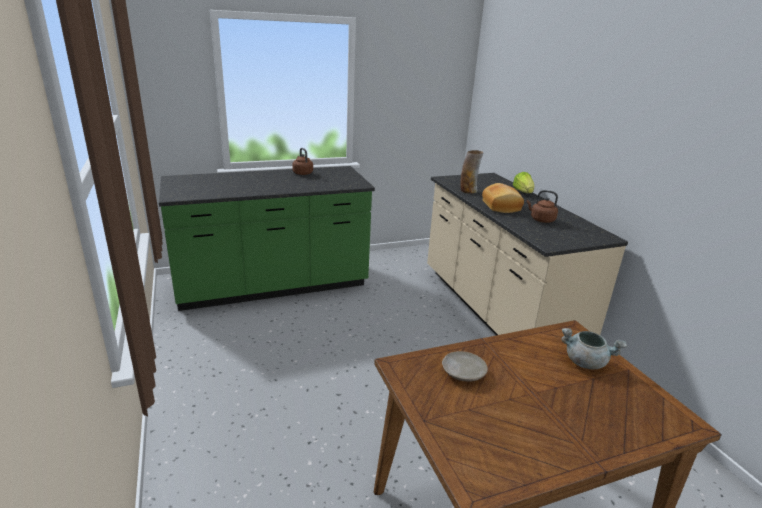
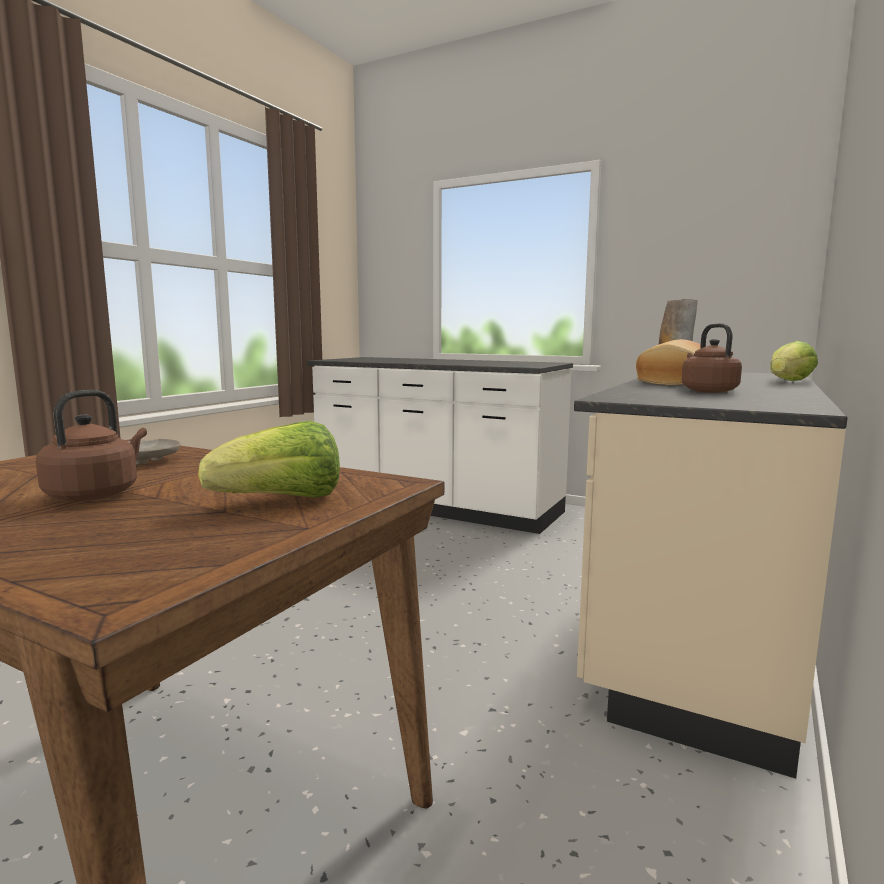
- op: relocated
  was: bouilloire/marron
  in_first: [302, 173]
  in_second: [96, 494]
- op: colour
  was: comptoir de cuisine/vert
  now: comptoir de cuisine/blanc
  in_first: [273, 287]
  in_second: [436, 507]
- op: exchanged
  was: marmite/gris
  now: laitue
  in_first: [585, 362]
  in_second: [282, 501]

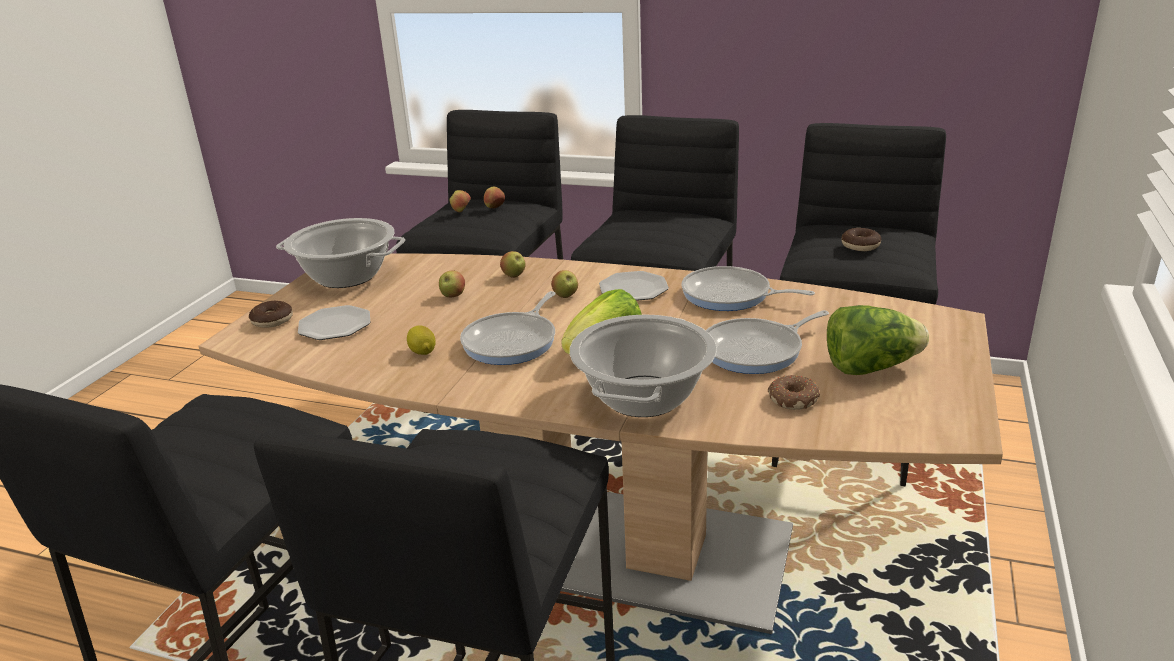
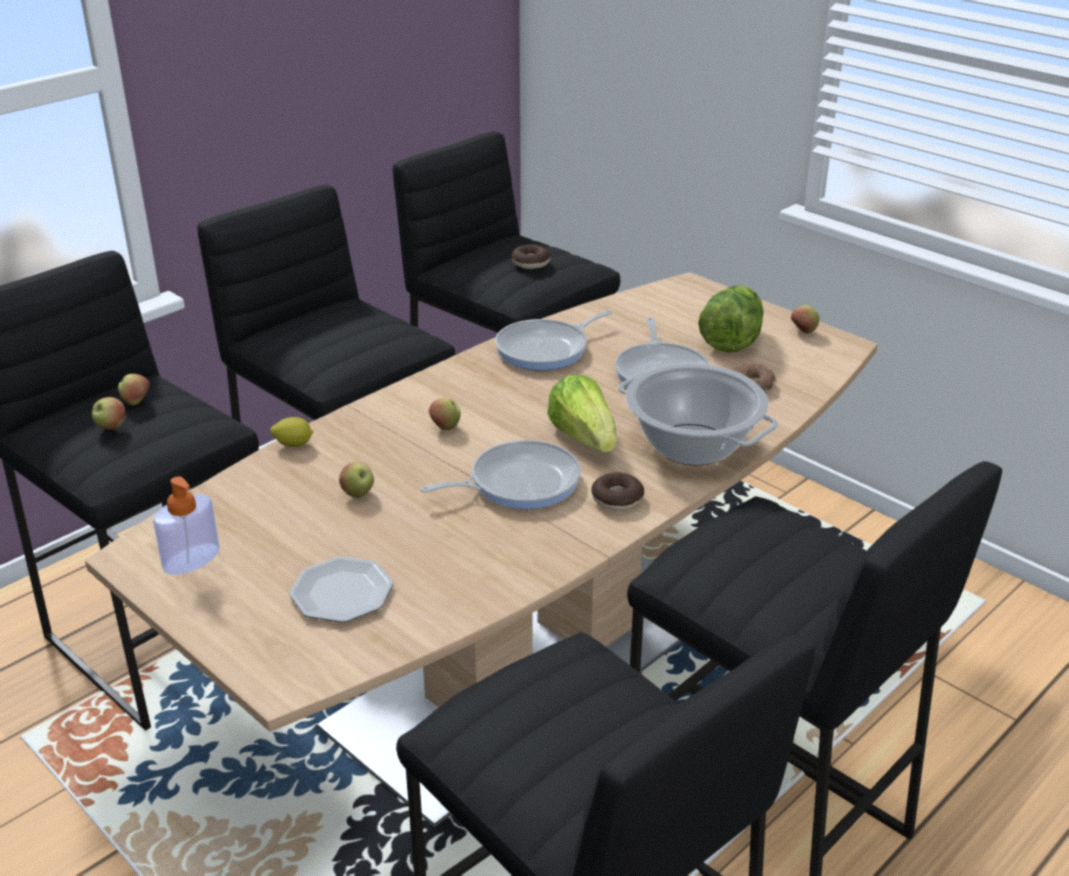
- op: exchanged
  was: marmite
  now: distributeur de savon
  in_first: [347, 276]
  in_second: [191, 559]
- op: relocated
  was: pomme
  in_first: [514, 276]
  in_second: [803, 332]
- op: missing
  was: assiette
  in_first: [633, 289]
- op: spun
  was: poêle
  in_first: [513, 342]
  in_second: [518, 483]
  clockwise: -75
- op: relocated
  was: beignet
  in_first: [272, 320]
  in_second: [617, 499]
- op: relocated
  was: citron
  in_first: [422, 352]
  in_second: [293, 444]

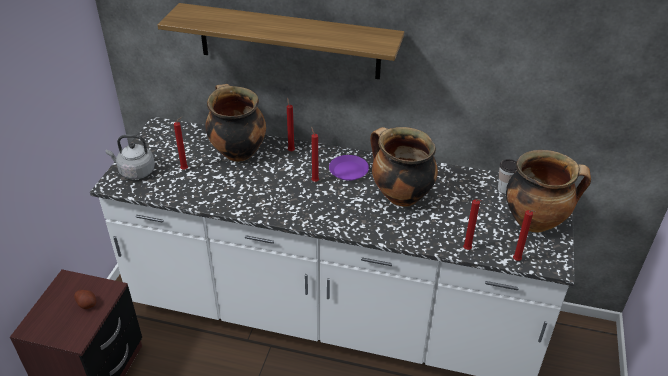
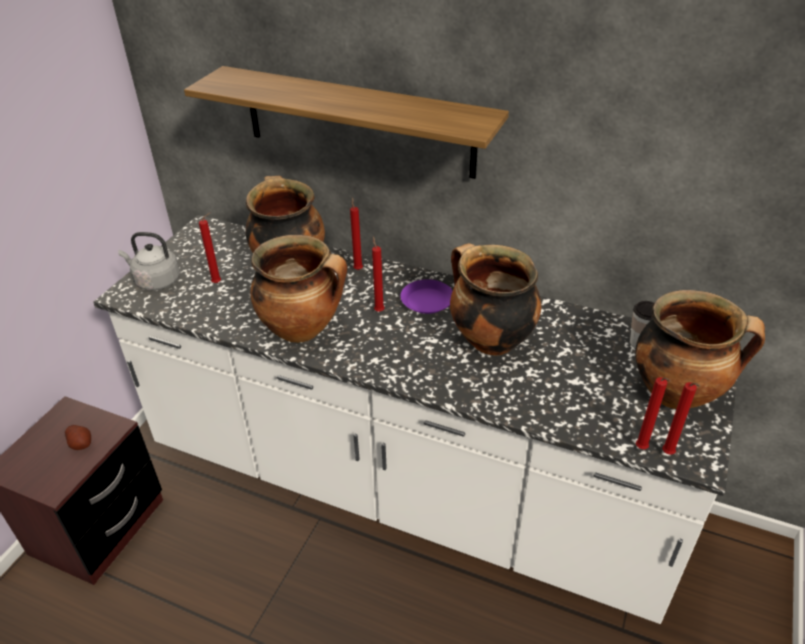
- op: relocated
  was: bougie/rouge
  in_first: [467, 250]
  in_second: [668, 455]
- op: appeared
  now: marmite
  in_second: [303, 329]

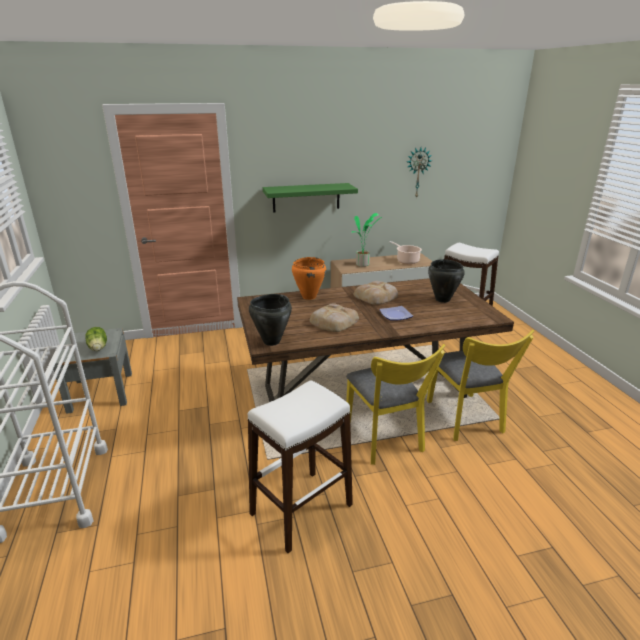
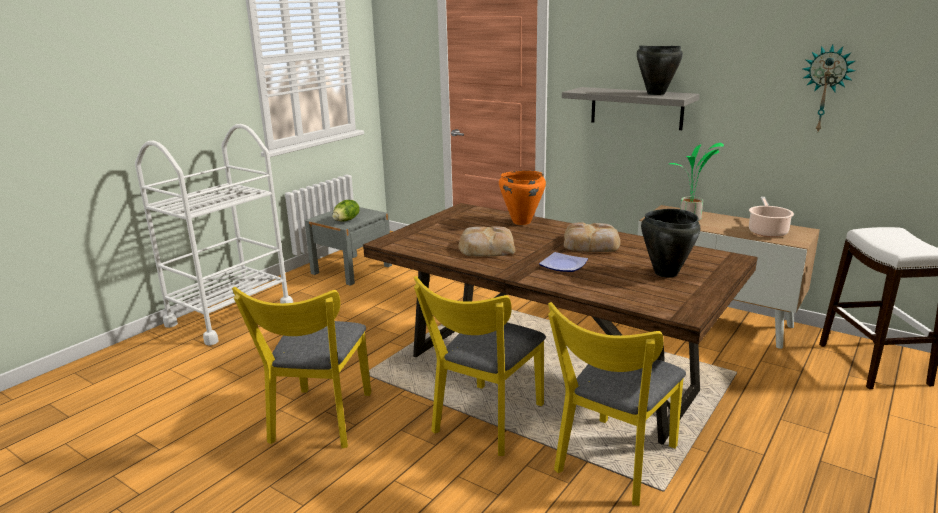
- op: colour
  was: étagère/vert
  now: étagère/gris
  in_first: [306, 197]
  in_second: [636, 108]
- op: relocated
  was: marmite/noir
  in_first: [271, 341]
  in_second: [655, 93]
- op: exchanged
  was: tabouret/blanc
  now: chaise/jaune
  in_first: [301, 510]
  in_second: [319, 422]

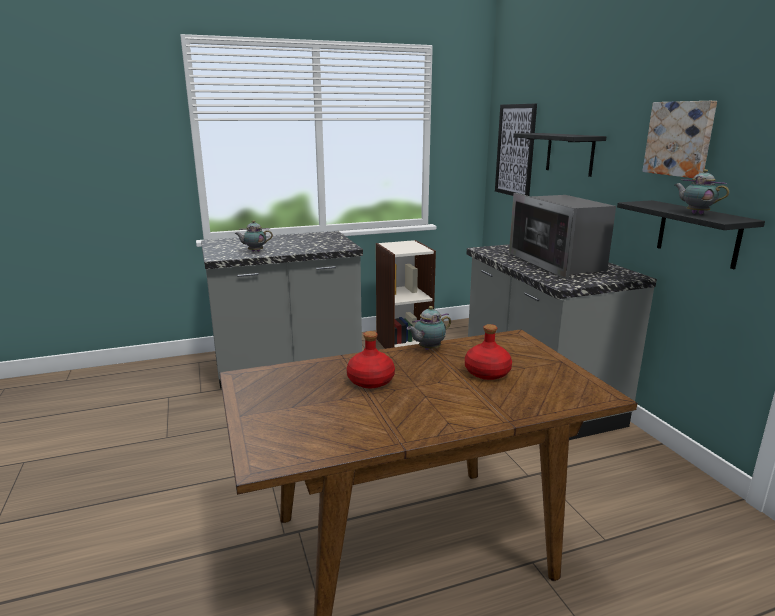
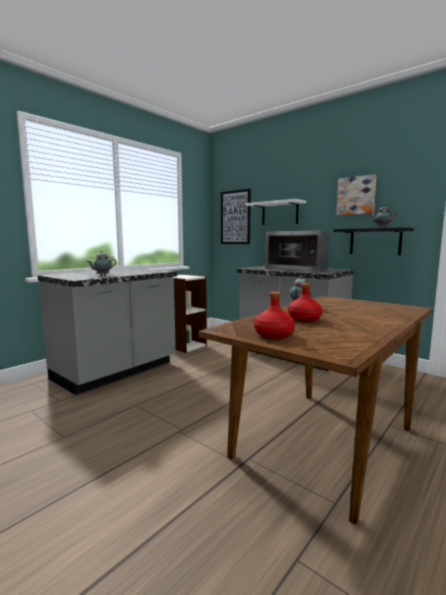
- op: colour
  was: étagère/noir
  now: étagère/blanc
  in_first: [569, 154]
  in_second: [280, 213]
- op: relocated
  was: bouteille/rouge
  in_first: [487, 373]
  in_second: [274, 335]

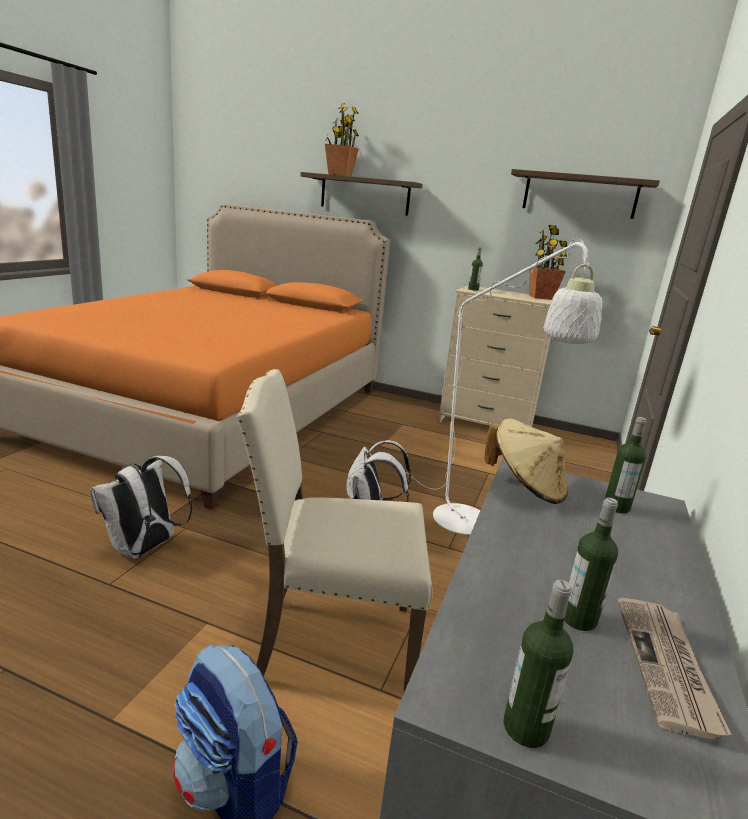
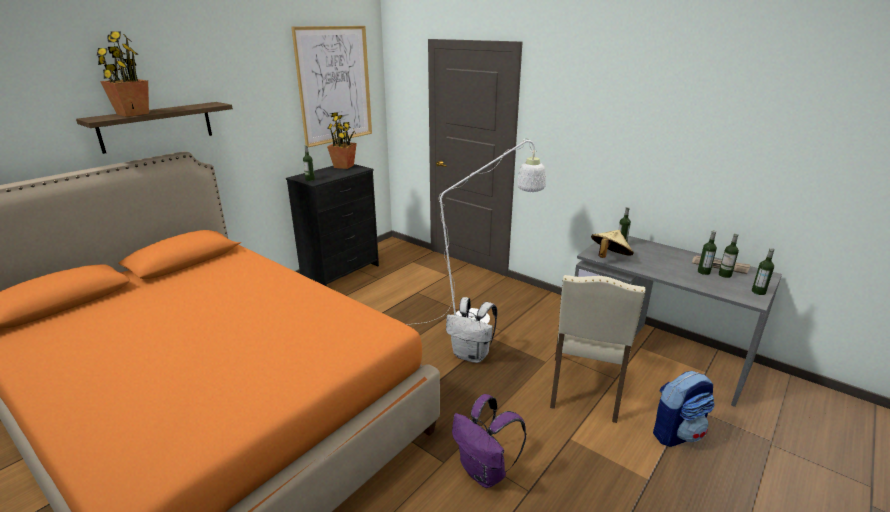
- op: exchanged
  was: étagère
  now: tableau
  in_first: [580, 195]
  in_second: [334, 85]
- op: colour
  was: commode/beige
  now: commode/noir
  in_first: [485, 424]
  in_second: [341, 272]
- op: colour
  was: sac à dos/blanc
  now: sac à dos/violet
  in_first: [144, 549]
  in_second: [485, 472]
- op: appeared
  now: bouteille
  in_second: [724, 275]

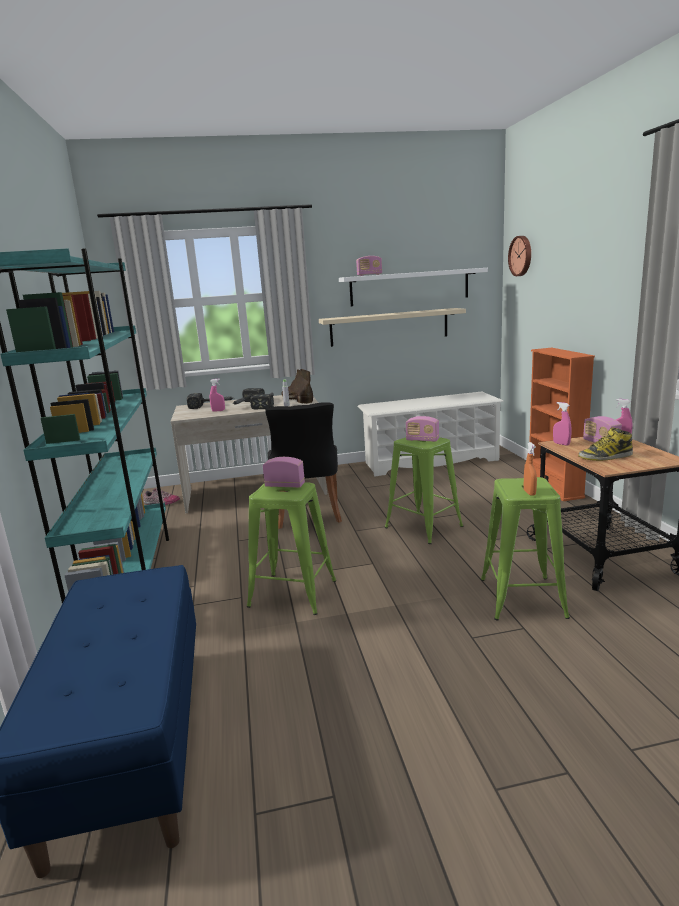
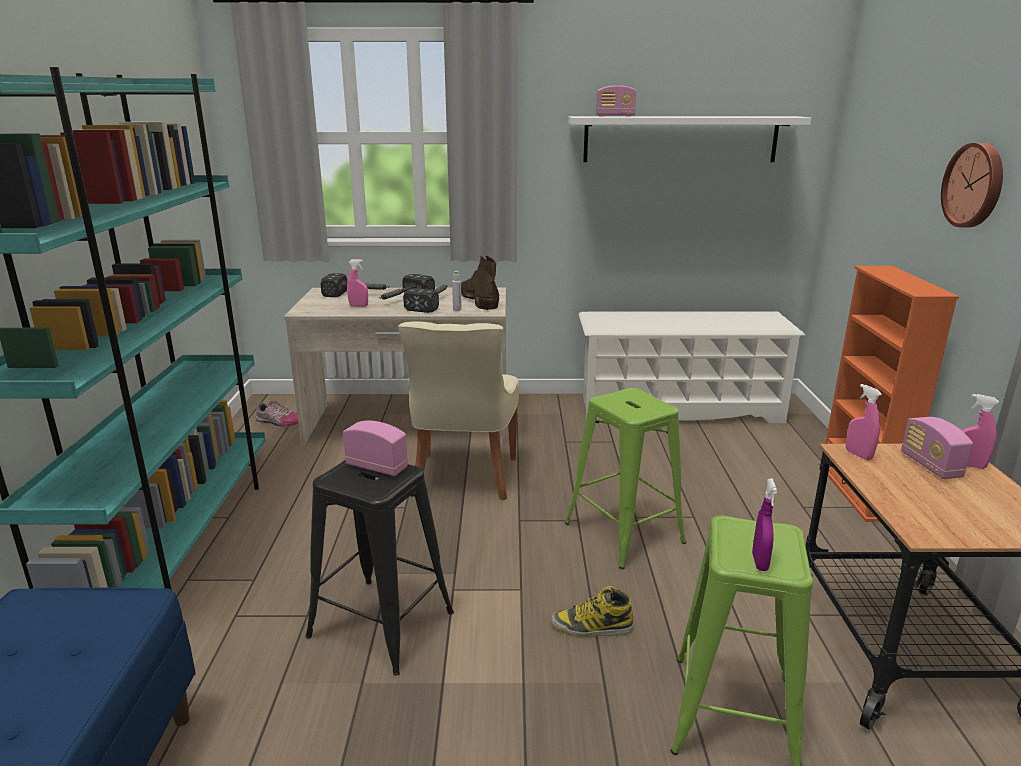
- op: relocated
  was: horloge murale
  in_first: [521, 256]
  in_second: [975, 185]
- op: missing
  was: étagère/beige
  in_first: [389, 327]
- op: colour
  was: chaise/noir
  now: chaise/beige
  in_first: [308, 515]
  in_second: [463, 478]
- op: missing
  was: radio
  in_first: [422, 440]
- op: relocated
  was: botte
  in_first: [605, 457]
  in_second: [591, 627]
- op: colour
  was: vaporisateur/orange
  now: vaporisateur/violet
  in_first: [529, 493]
  in_second: [759, 562]
- op: colour
  was: tabouret/vert
  now: tabouret/noir
  in_first: [293, 593]
  in_second: [382, 625]

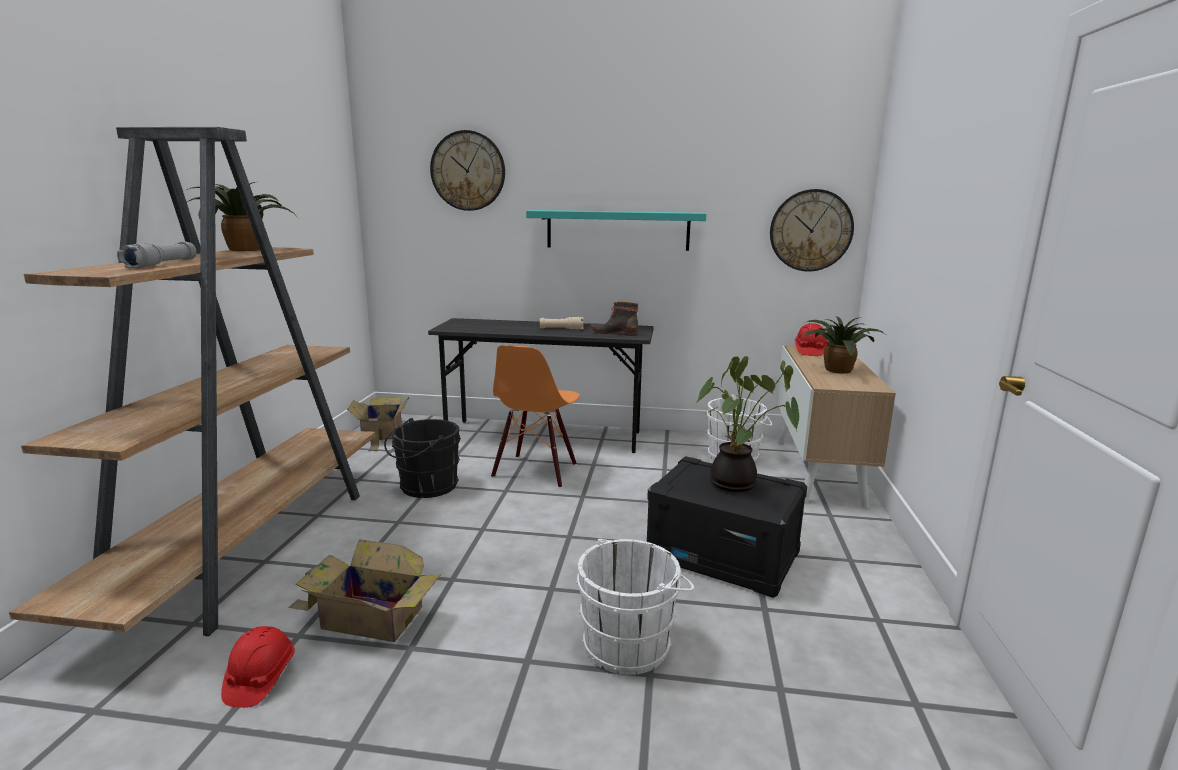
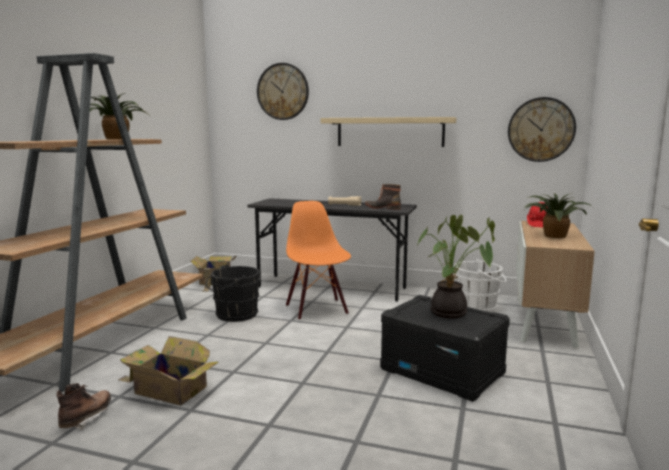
- op: colour
  was: étagère/turquoise
  now: étagère/beige
  in_first: [617, 230]
  in_second: [390, 132]
- op: missing
  was: lampe de poche/gris
  in_first: [162, 264]
- op: spun
  was: chaise/orange
  in_first: [536, 471]
  in_second: [317, 309]
  clockwise: 135
- op: missing
  was: seau/blanc
  in_first: [631, 643]
- op: exchanged
  was: casque de chantier/rouge
  now: botte/marron
  in_first: [260, 679]
  in_second: [86, 419]

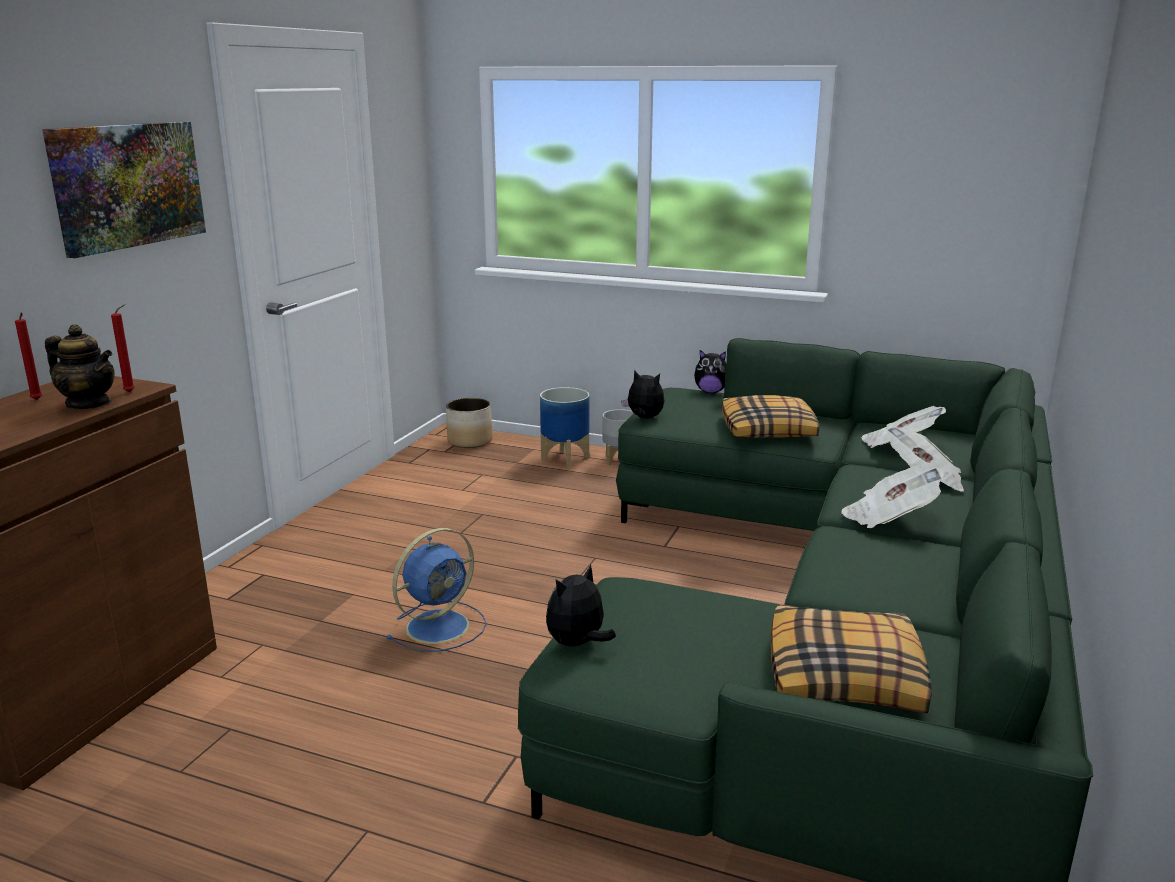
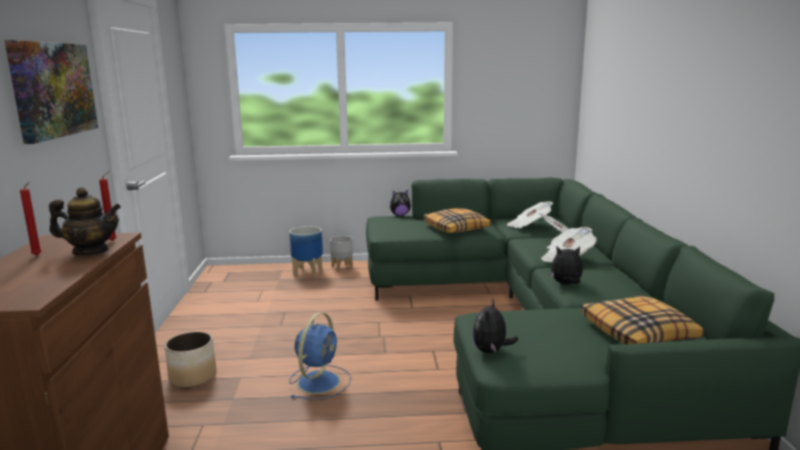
- op: relocated
  was: peluche
  in_first: [644, 418]
  in_second: [566, 284]
- op: relocated
  was: cache-pot
  in_first: [470, 441]
  in_second: [193, 377]

